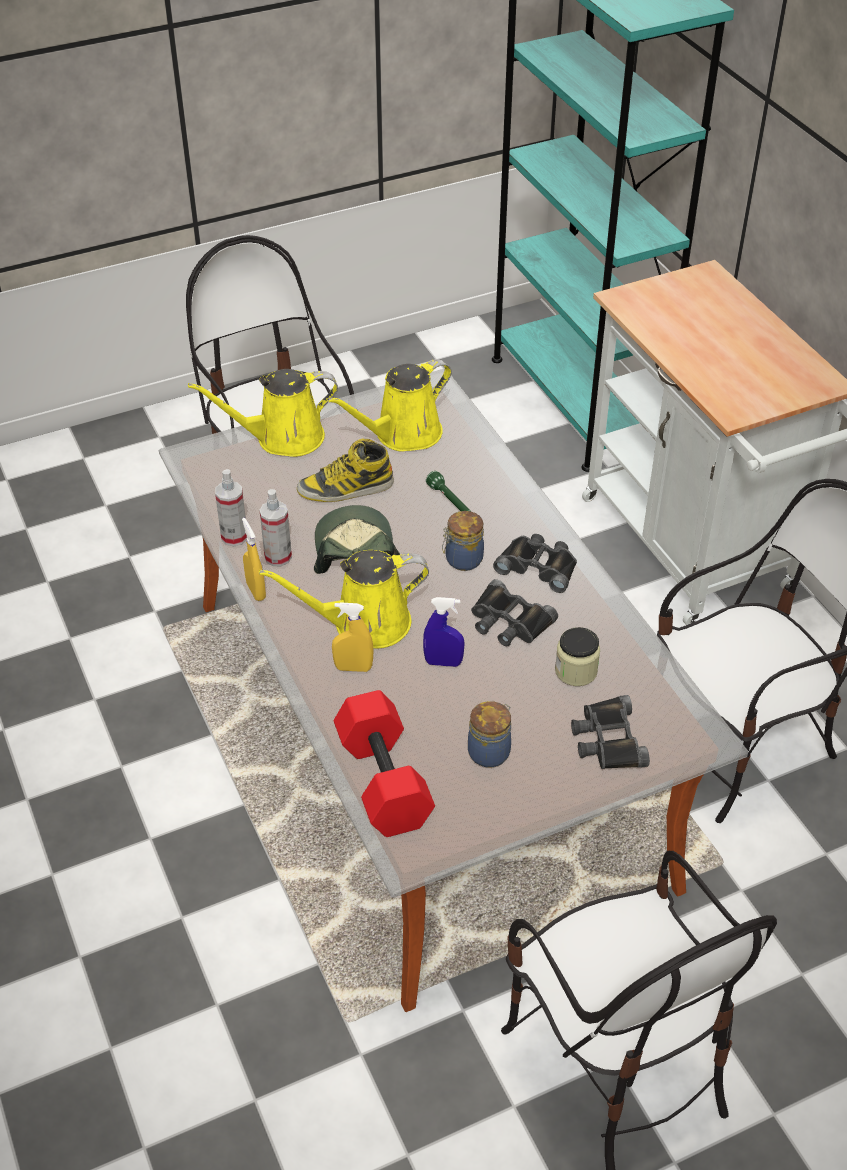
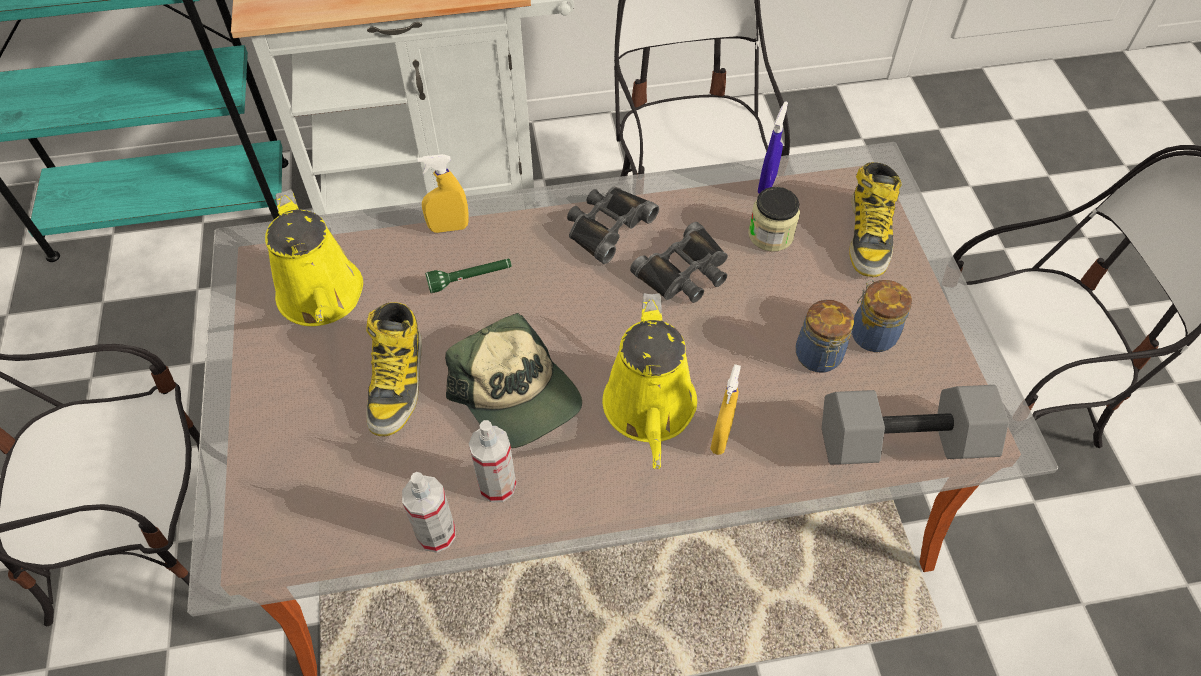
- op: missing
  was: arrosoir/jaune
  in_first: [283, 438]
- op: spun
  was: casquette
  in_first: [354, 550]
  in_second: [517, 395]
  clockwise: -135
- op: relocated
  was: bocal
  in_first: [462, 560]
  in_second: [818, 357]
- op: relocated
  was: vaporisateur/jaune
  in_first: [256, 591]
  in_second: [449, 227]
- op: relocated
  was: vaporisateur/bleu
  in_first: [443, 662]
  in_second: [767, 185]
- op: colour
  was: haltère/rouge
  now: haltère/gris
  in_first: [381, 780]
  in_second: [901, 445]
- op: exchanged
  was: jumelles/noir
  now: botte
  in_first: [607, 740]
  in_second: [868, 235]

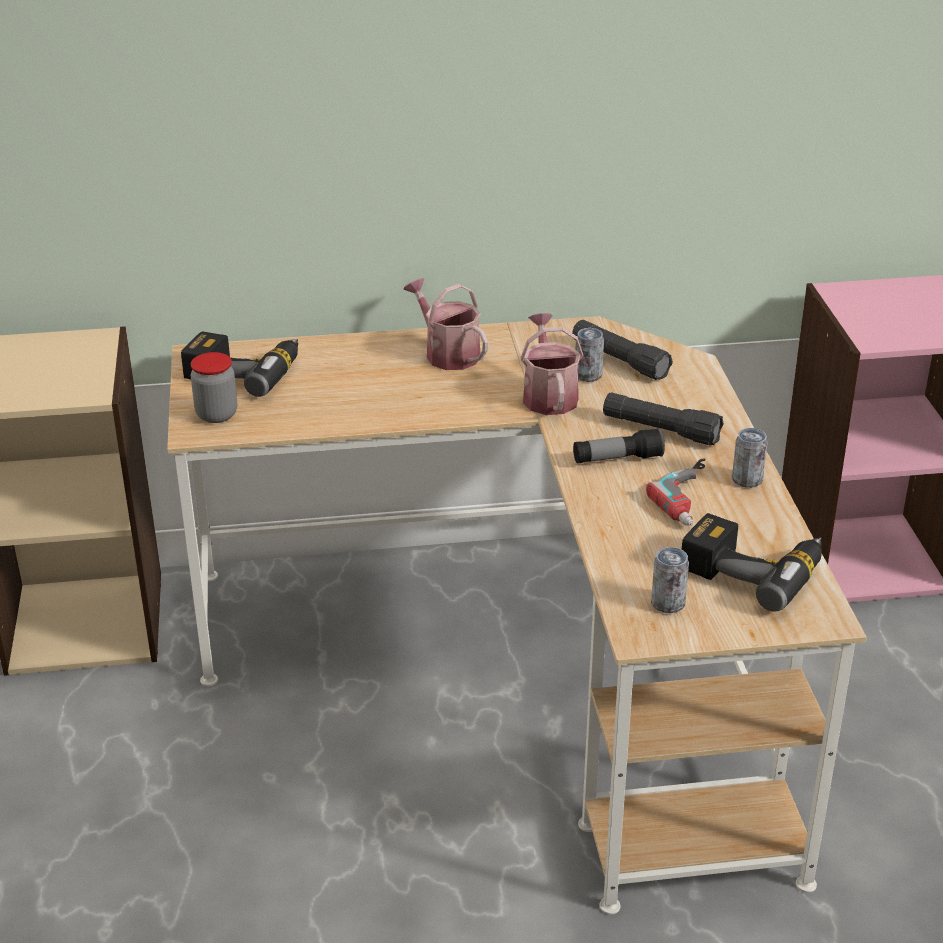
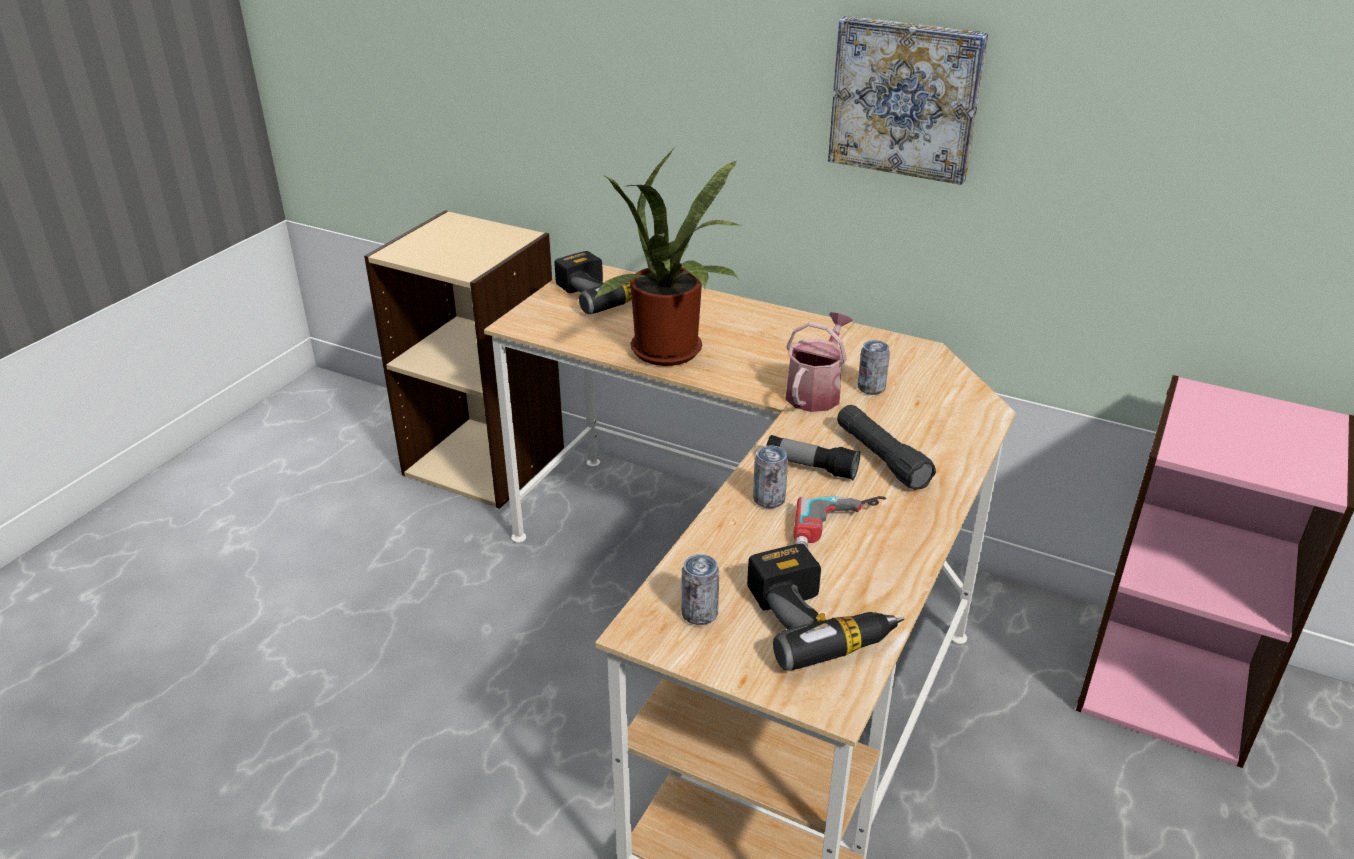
- op: missing
  was: arrosoir
  in_first: [447, 353]
- op: missing
  was: lampe de poche/noir
  in_first: [619, 361]
- op: missing
  was: bocal
  in_first: [216, 414]
- op: relocated
  was: boîte métallique
  in_first: [747, 480]
  in_second: [769, 499]
- op: appeared
  now: tableau
  in_second: [906, 98]
- op: appeared
  now: plante en pot
  in_second: [672, 354]

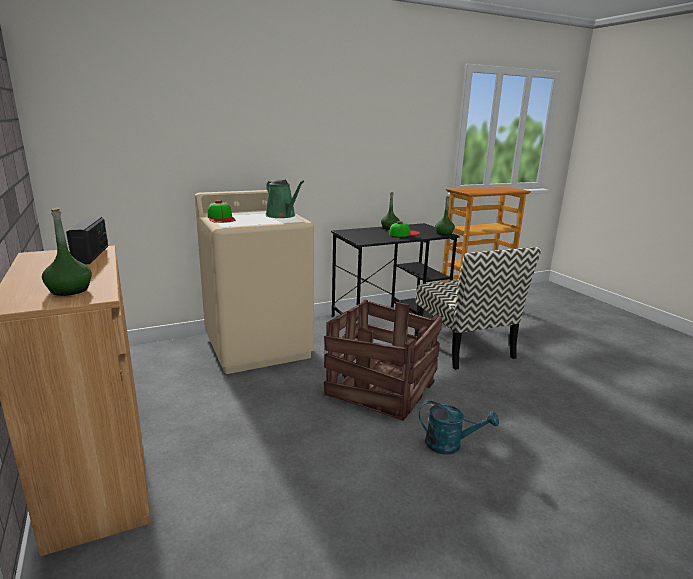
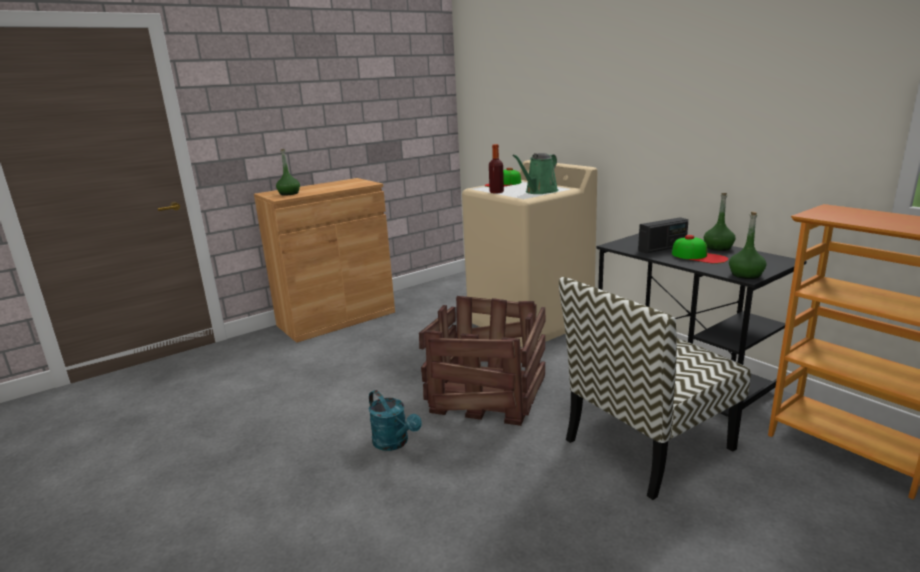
- op: relocated
  was: radio
  in_first: [91, 255]
  in_second: [662, 248]
- op: spun
  was: arrosoir/turquoise
  in_first: [450, 445]
  in_second: [394, 443]
  clockwise: -45
- op: appeared
  now: bouteille
  in_second: [496, 192]

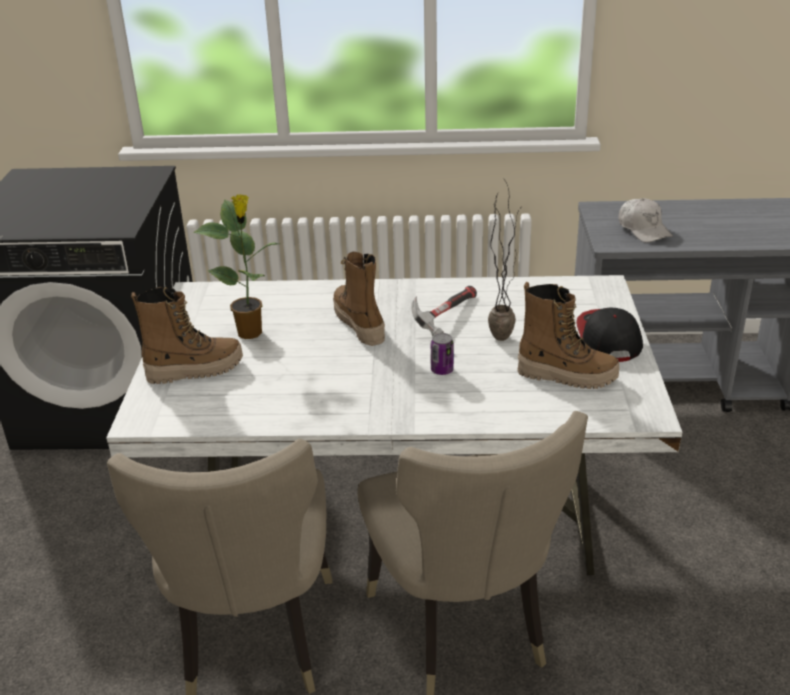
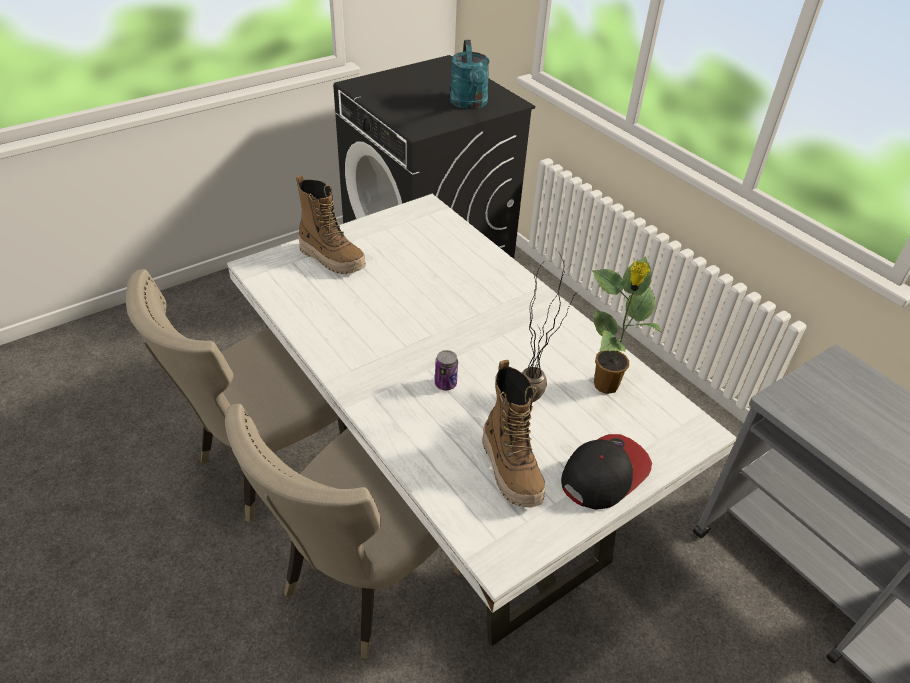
- op: relocated
  was: plante en pot
  in_first: [251, 333]
  in_second: [606, 386]
- op: missing
  was: casquette/blanc
  in_first: [643, 229]
- op: missing
  was: botte
  in_first: [358, 324]
- op: missing
  was: marteau
  in_first: [445, 319]
- op: appeared
  now: arrosoir/turquoise
  in_second: [470, 104]

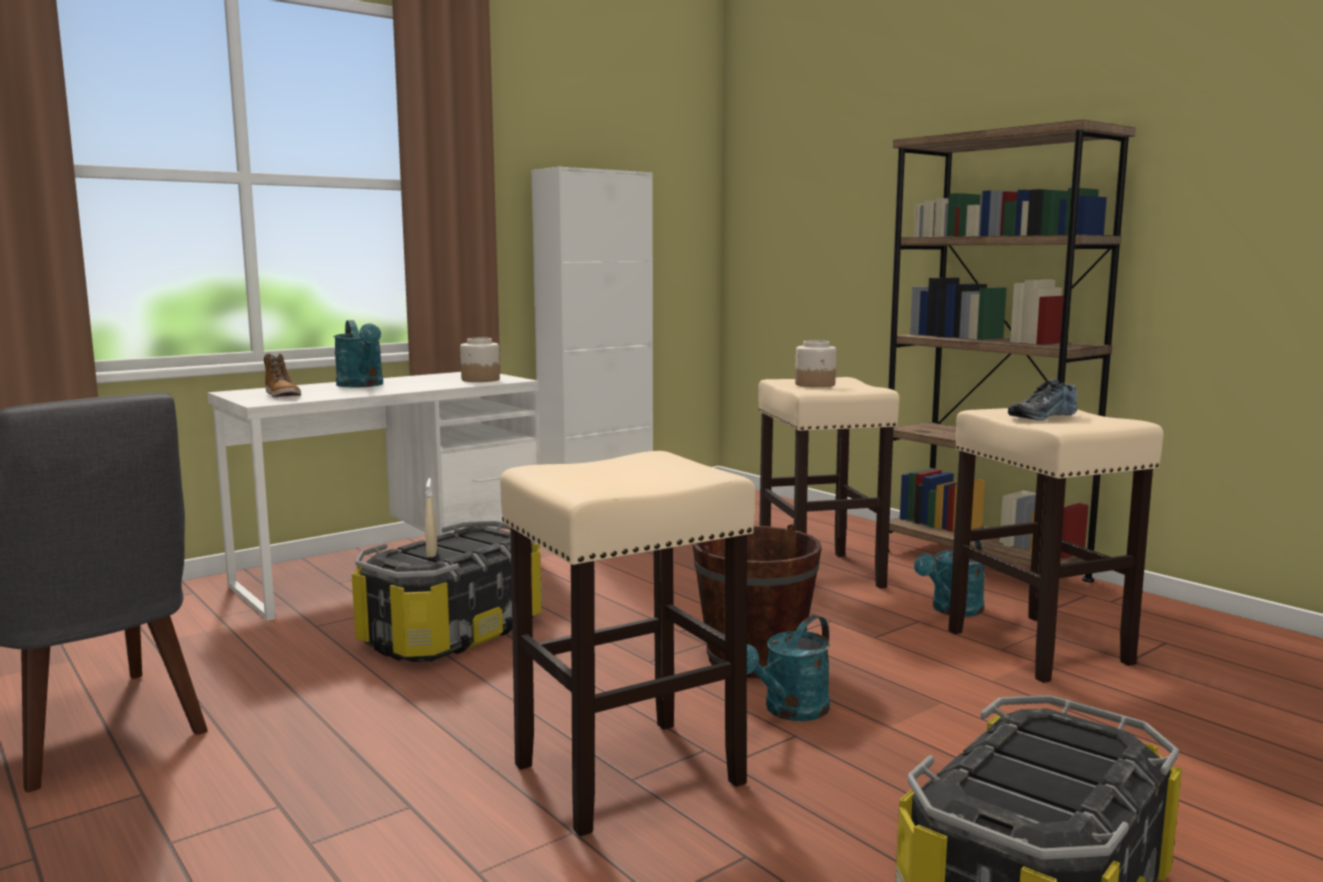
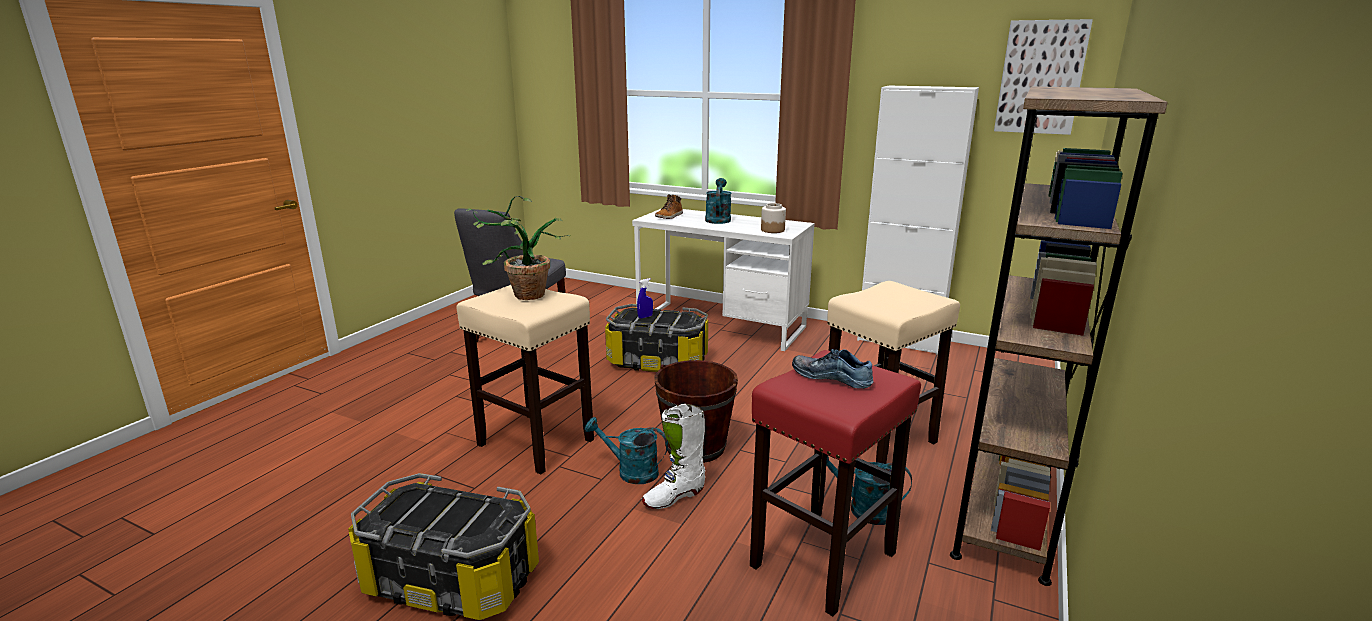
- op: spun
  was: arrosoir/turquoise
  in_first: [362, 385]
  in_second: [718, 219]
  clockwise: 150
- op: missing
  was: bocal
  in_first: [815, 384]
- op: colour
  was: tabouret/beige
  now: tabouret/rouge
  in_first: [1040, 648]
  in_second: [822, 560]
- op: colour
  was: vaporisateur/beige
  now: vaporisateur/bleu
  in_first: [431, 553]
  in_second: [645, 317]
- op: appeared
  now: tableau
  in_second: [1040, 77]
- op: appeared
  now: plante en pot
  in_second: [521, 296]
- op: appeared
  now: botte/blanc
  in_second: [674, 497]

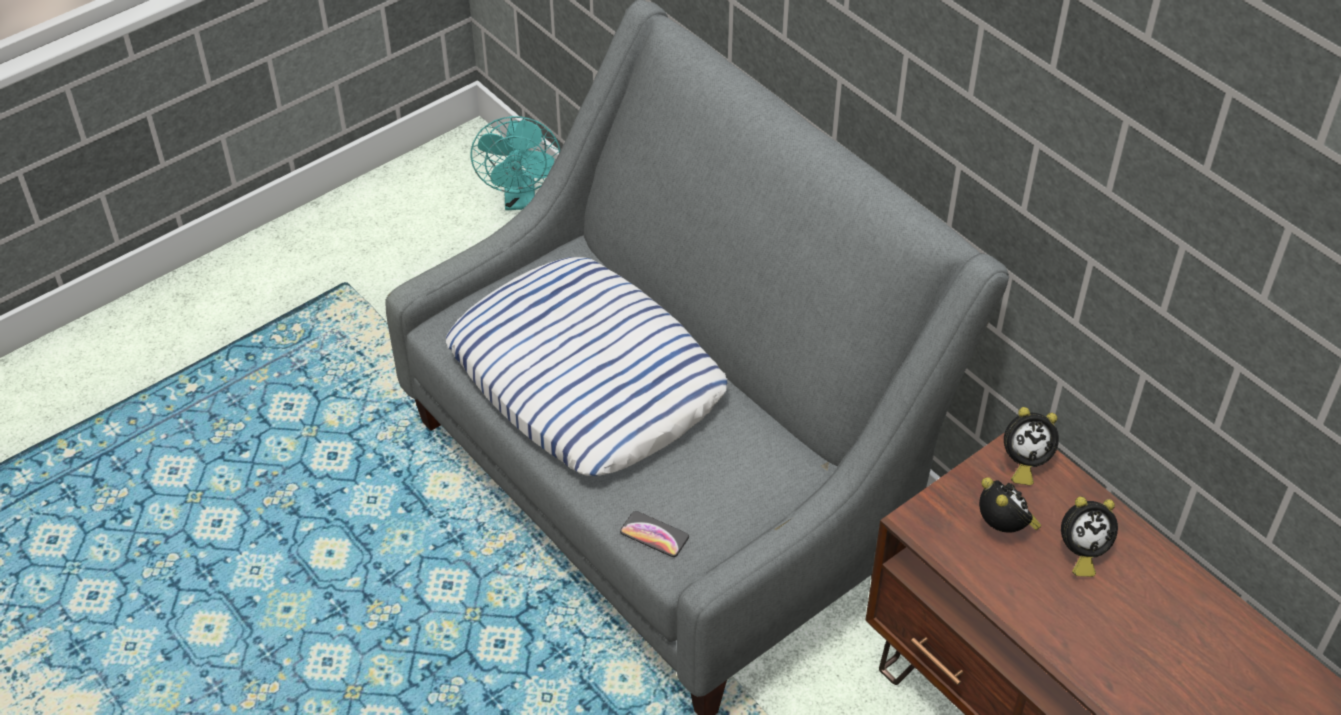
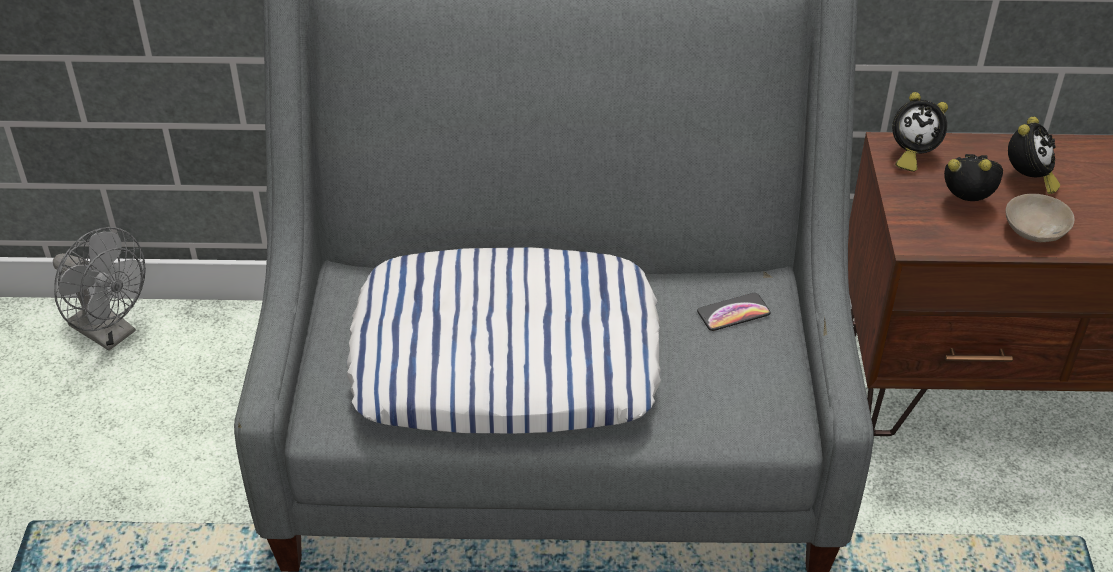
- op: colour
  was: ventilateur/turquoise
  now: ventilateur/gris
  in_first: [520, 199]
  in_second: [110, 333]
- op: spun
  was: réveil
  in_first: [1023, 463]
  in_second: [911, 155]
  clockwise: 60
- op: relocated
  was: téléphone
  in_first: [654, 535]
  in_second: [733, 313]
- op: appeared
  now: bol/beige
  in_second: [1034, 229]

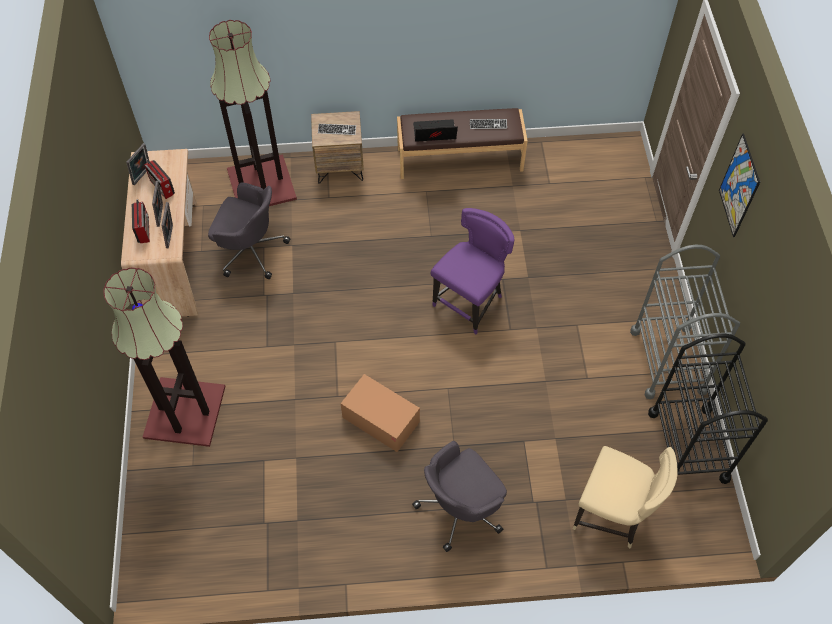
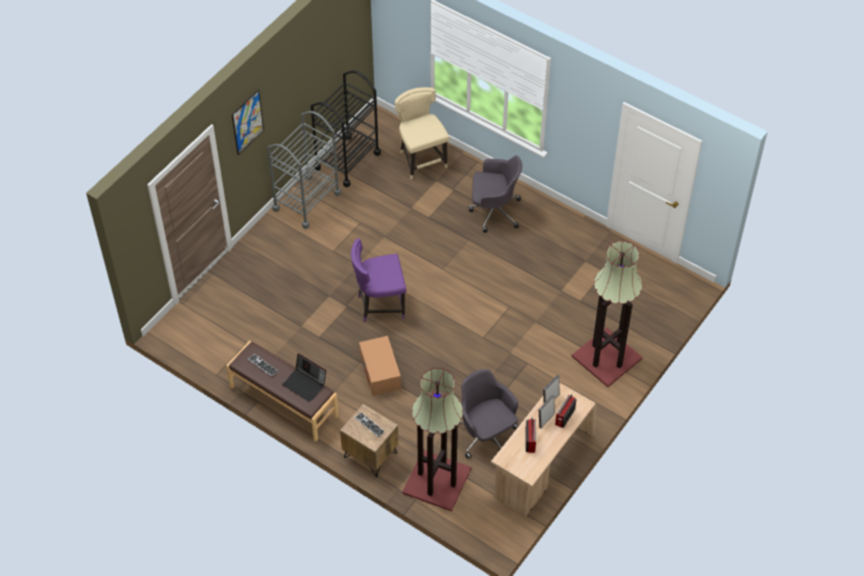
- op: missing
  was: cadre photo
  in_first: [143, 176]
- op: relocated
  was: carton
  in_first: [381, 419]
  in_second: [380, 372]

